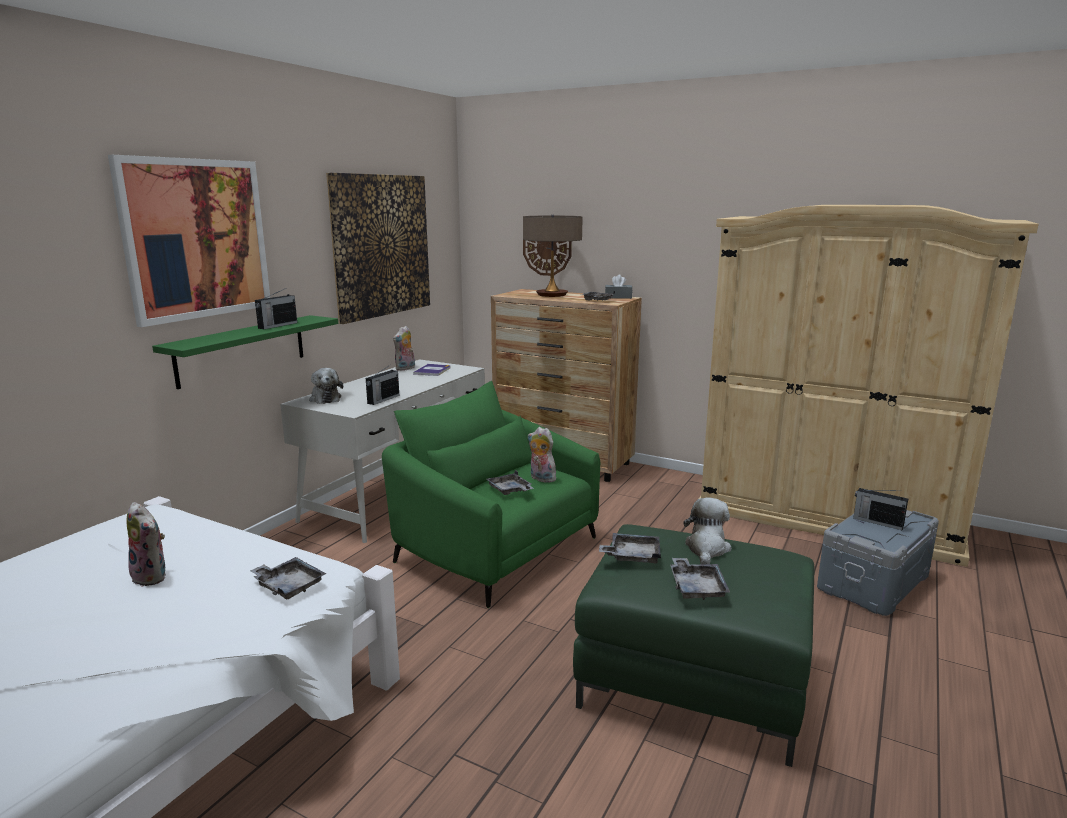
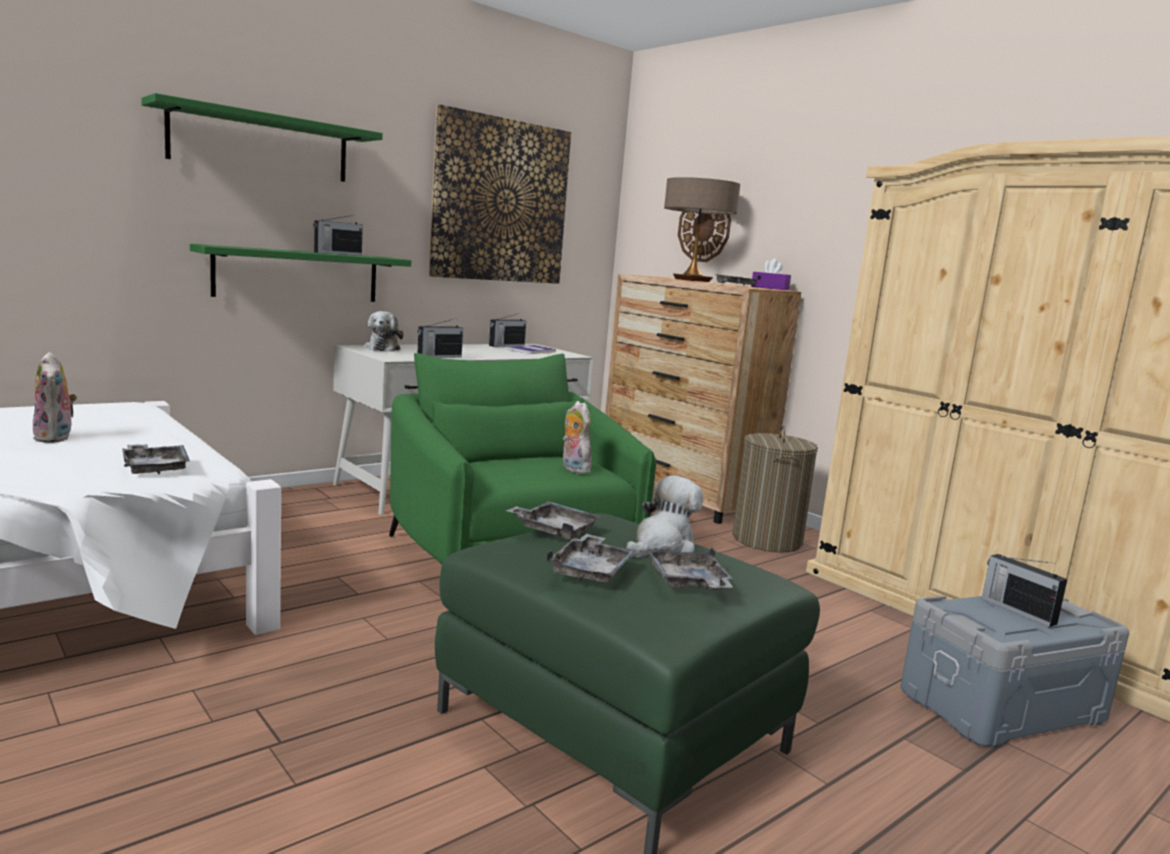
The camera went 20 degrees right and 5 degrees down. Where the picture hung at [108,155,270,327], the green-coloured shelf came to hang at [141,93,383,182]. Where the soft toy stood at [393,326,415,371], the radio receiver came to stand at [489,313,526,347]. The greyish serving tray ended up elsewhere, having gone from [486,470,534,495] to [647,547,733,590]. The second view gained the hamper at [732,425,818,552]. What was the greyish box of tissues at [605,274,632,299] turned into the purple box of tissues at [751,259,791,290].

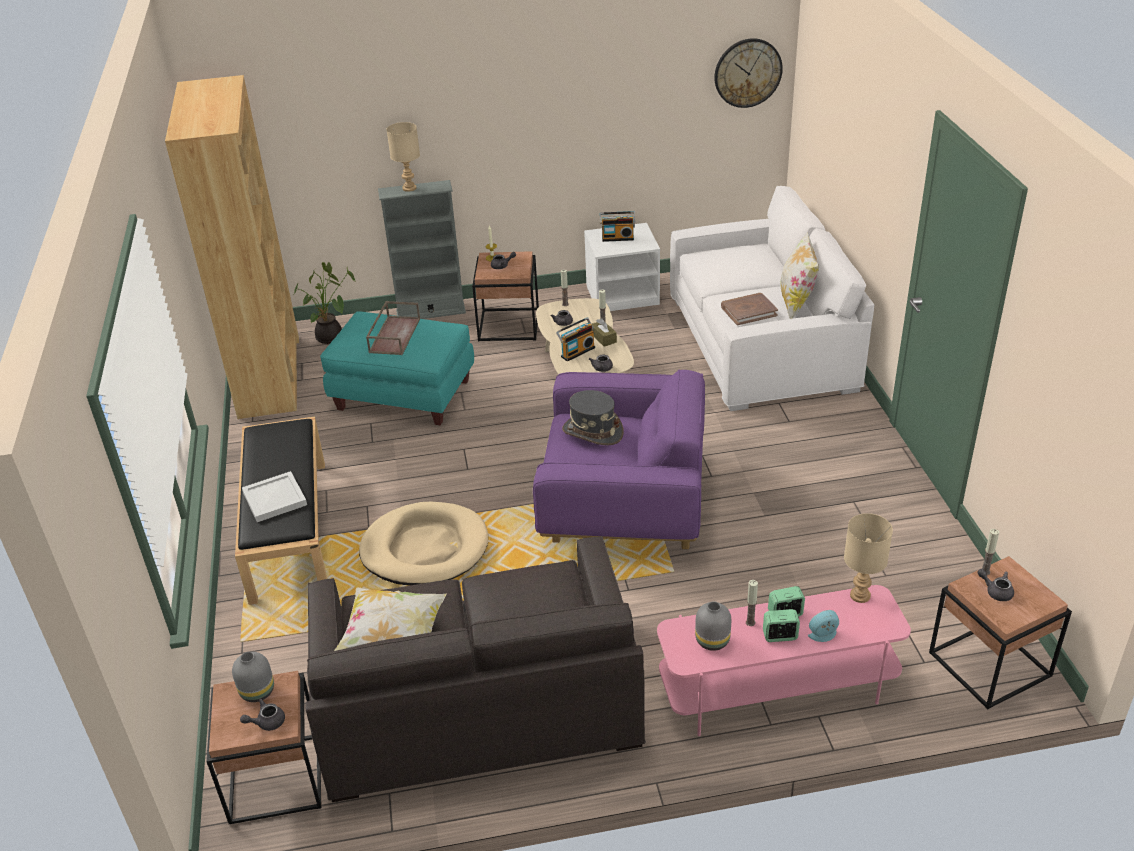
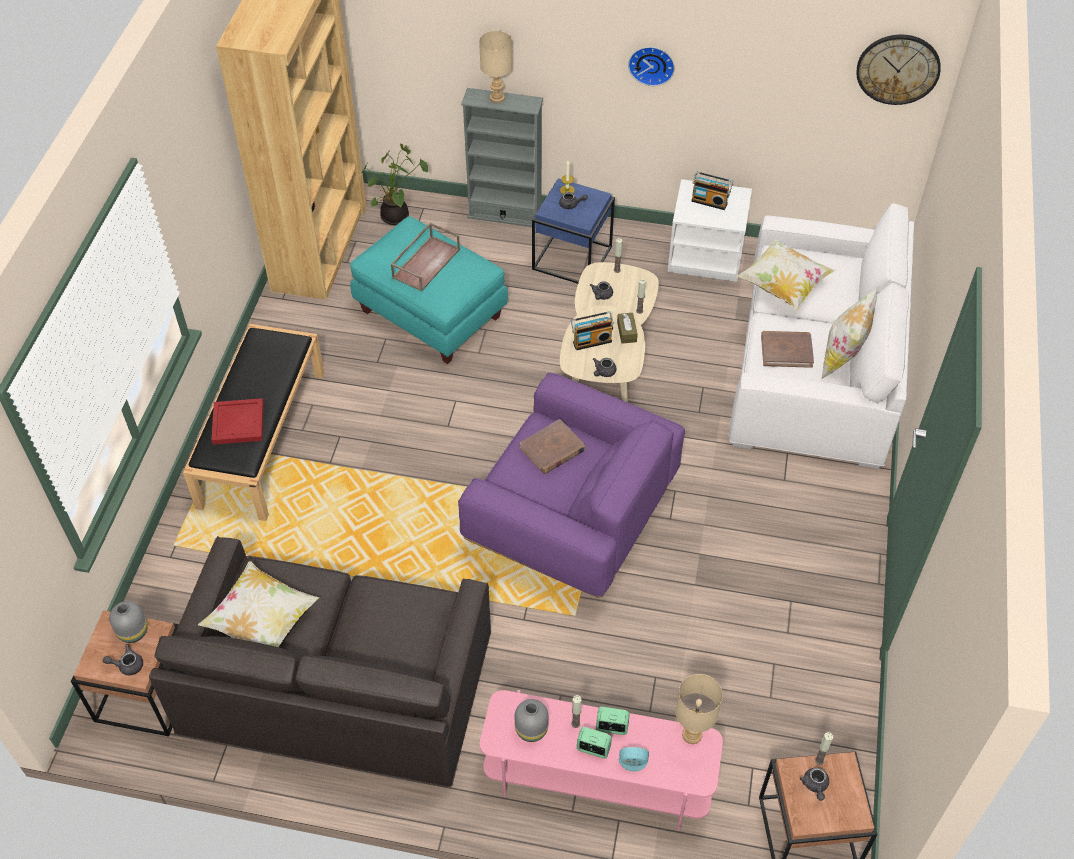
The camera went 20 degrees right and 15 degrees up. What was the white serving tray at [242,471,307,522] turned into the red-coloured serving tray at [212,398,264,445]. Where the greyish clothing hat stood at [562,390,624,445], the brown book came to stand at [520,419,586,474]. What was the brown side table at [472,251,539,342] turned into the blue-coloured side table at [532,178,615,284]. The second view gained the clock on the wall at [628,47,675,86]. The second view gained the throw pillow at [737,239,835,310]. The greyish tea pot at [977,569,1014,601] ended up facing another way, 150 degrees counterclockwise from before. The second view lost the sand-coloured dog bed at [359,502,488,585].

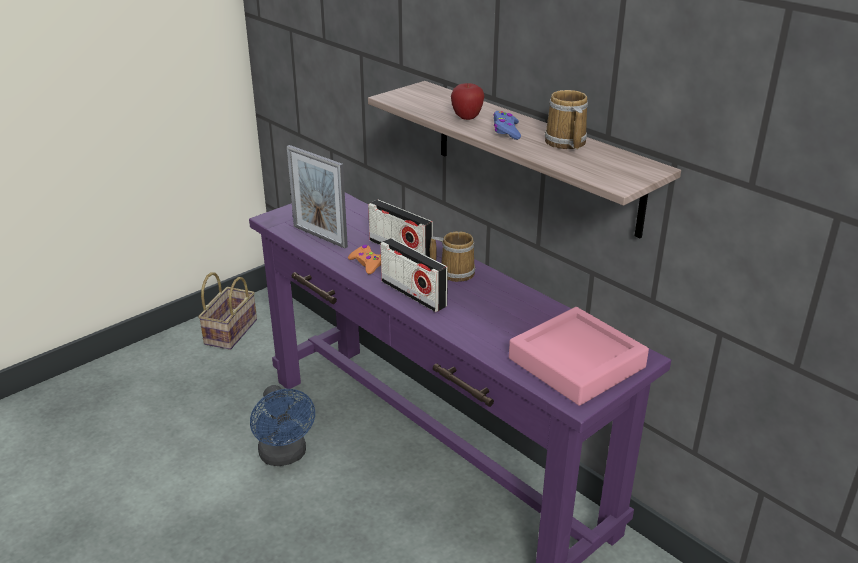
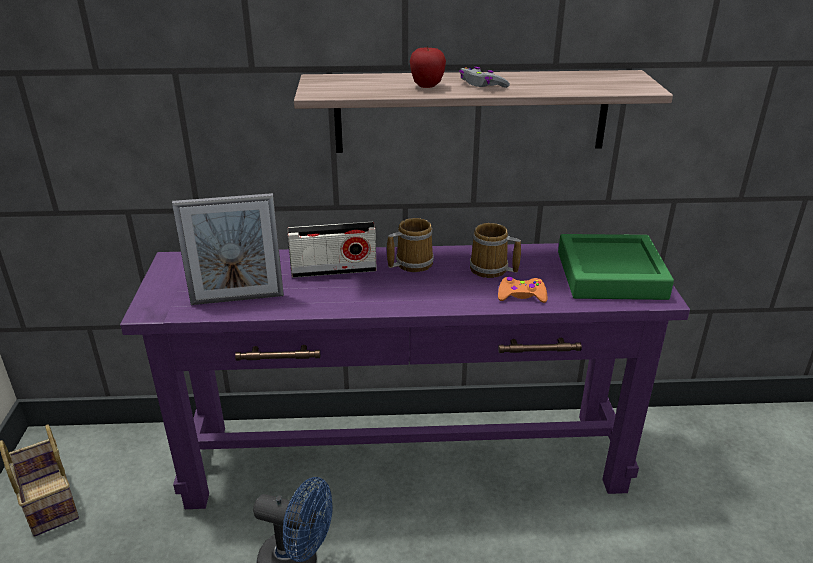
The camera went 50 degrees left and 0 degrees up. What was the blue-coloured game controller at [493,111,521,140] turned into the greyish game controller at [459,67,510,88]. The tea mug ended up elsewhere, having gone from [545,90,588,149] to [470,223,521,278]. The orange game controller ended up elsewhere, having gone from [348,245,381,274] to [498,277,548,303]. What was the pinkish serving tray at [509,307,649,406] turned into the green-coloured serving tray at [558,234,674,300]. The second view lost the radio receiver at [380,238,448,312].

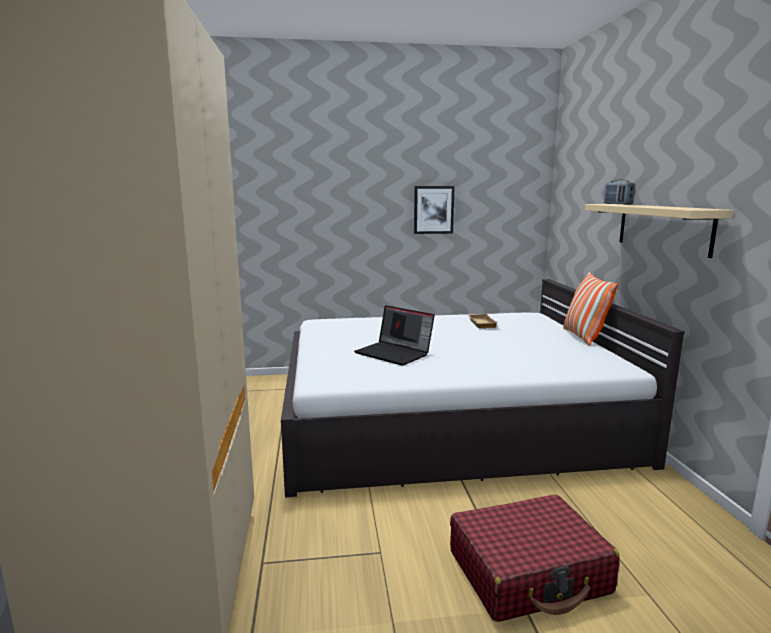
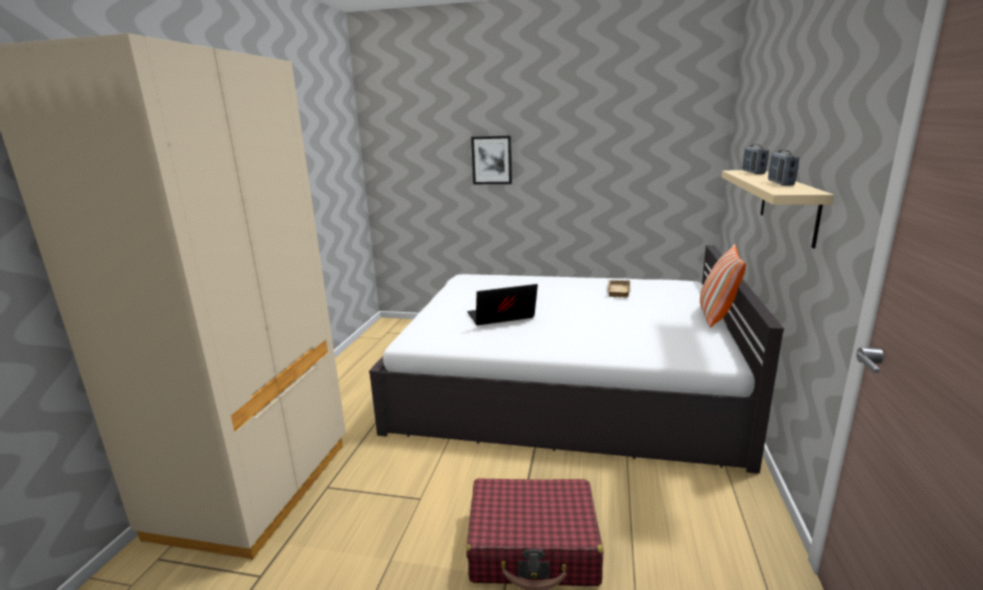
The camera went 20 degrees right and 5 degrees up. The portable computer at [354,305,435,366] ended up facing another way, 105 degrees clockwise from before. The picture ended up elsewhere, having gone from [414,186,455,234] to [471,136,512,184]. The second view gained the radio receiver at [768,149,799,186].

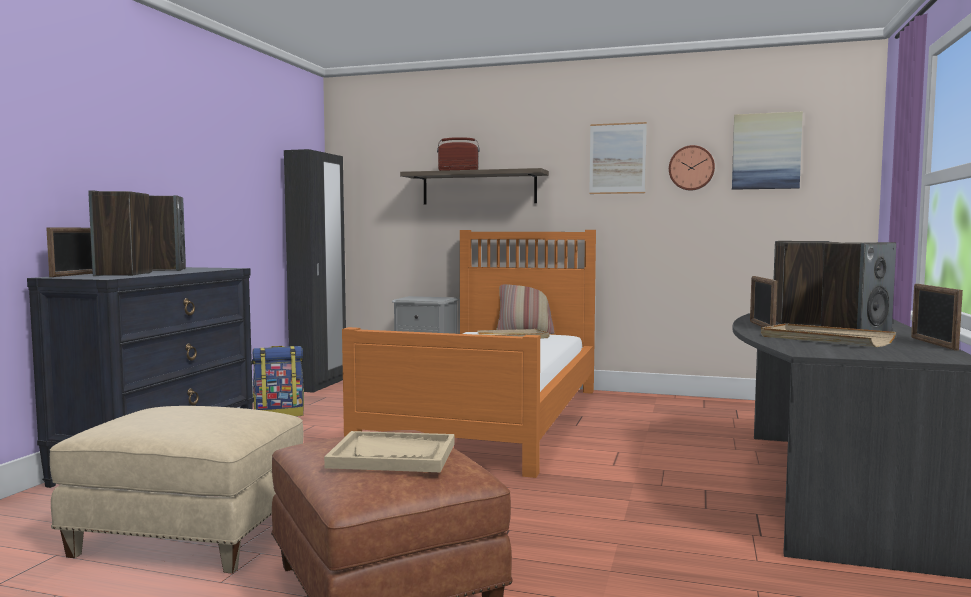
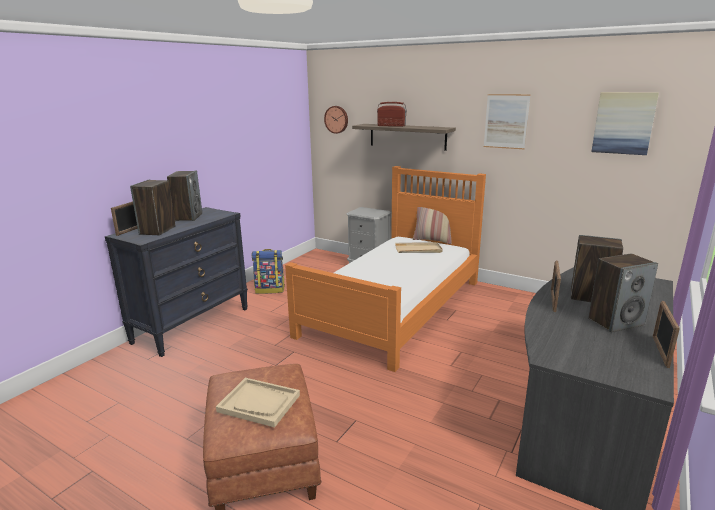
The camera went 15 degrees right and 15 degrees up. The clock on the wall ended up elsewhere, having gone from [669,145,715,191] to [324,106,348,134]. The second view lost the sand-coloured ottoman at [50,406,303,574]. The second view lost the black-coloured armoire at [284,149,346,393]. The second view lost the sand-coloured serving tray at [761,323,896,347].

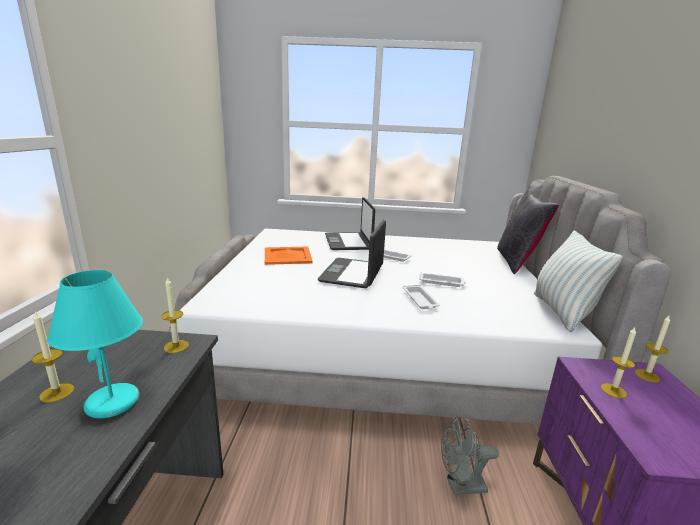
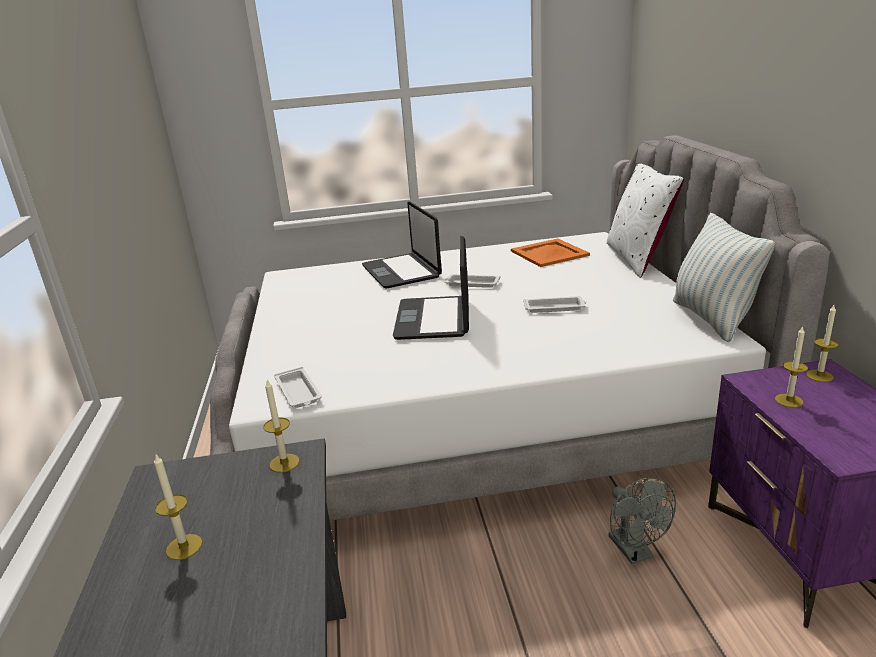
The camera went 10 degrees left and 5 degrees up. The white serving tray ended up elsewhere, having gone from [403,285,440,309] to [274,367,322,408]. The orange serving tray ended up elsewhere, having gone from [265,247,313,265] to [511,238,590,267]. What was the black-coloured throw pillow at [497,194,559,274] turned into the white throw pillow at [607,164,684,278]. The greyish fan at [441,417,499,495] ended up facing another way, 90 degrees counterclockwise from before. The second view lost the turquoise table lamp at [47,270,143,419].

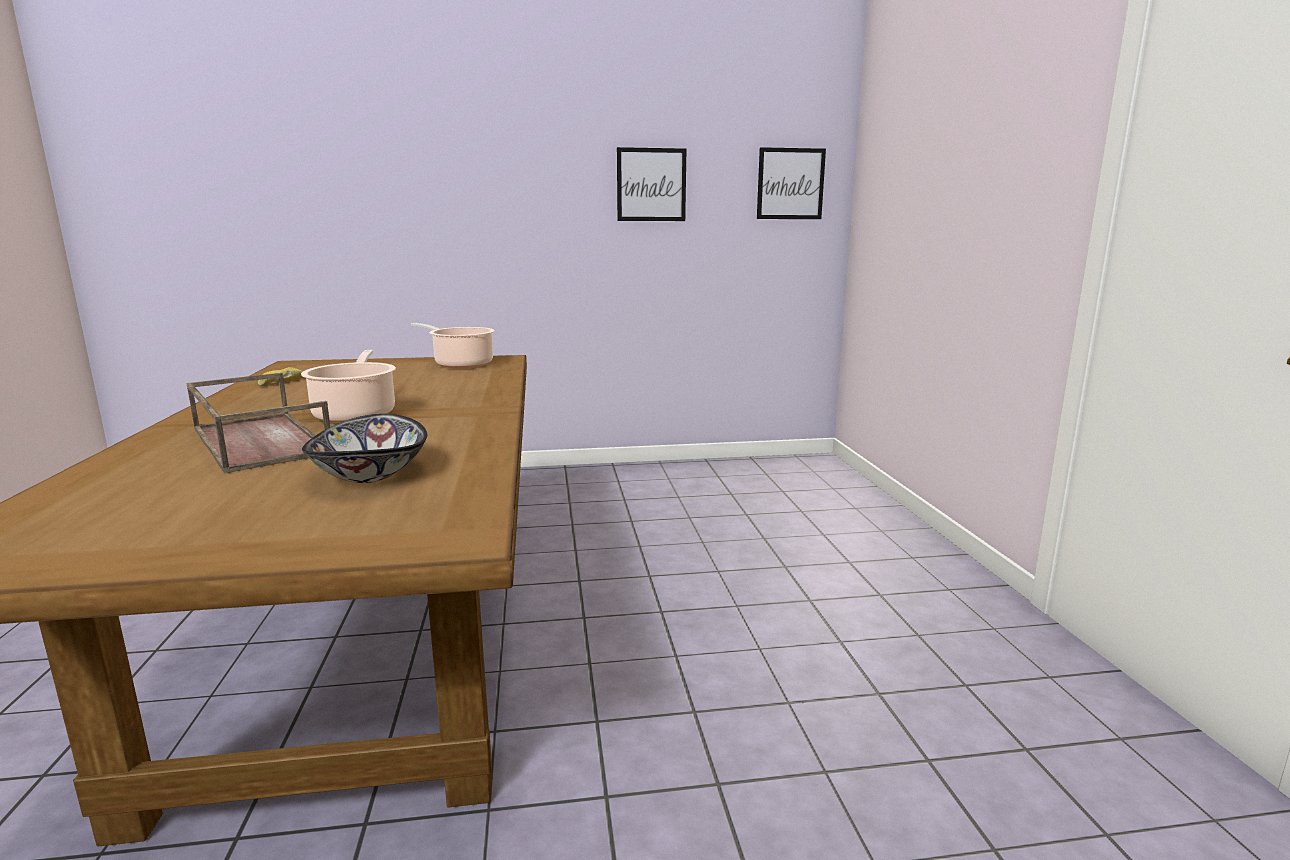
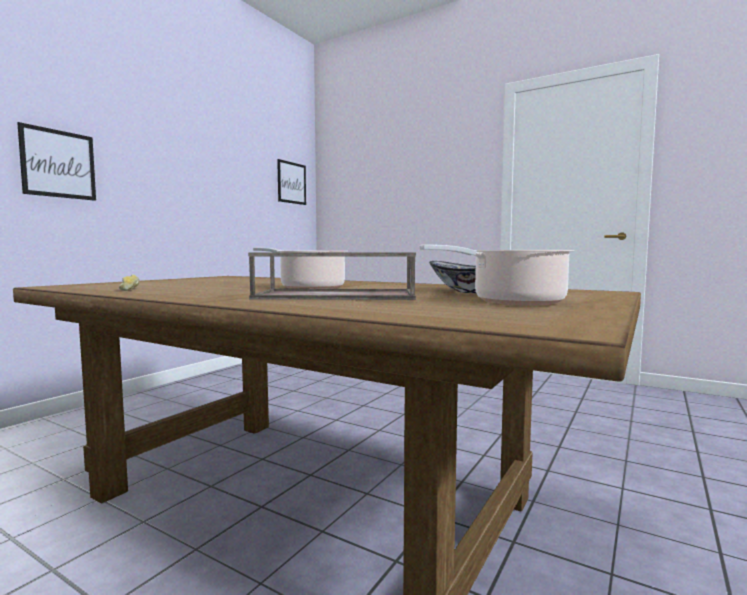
The camera went 50 degrees left and 10 degrees down. The picture ended up elsewhere, having gone from [617,147,686,221] to [17,122,96,201]. The saucepot ended up elsewhere, having gone from [411,323,495,368] to [420,244,575,306].

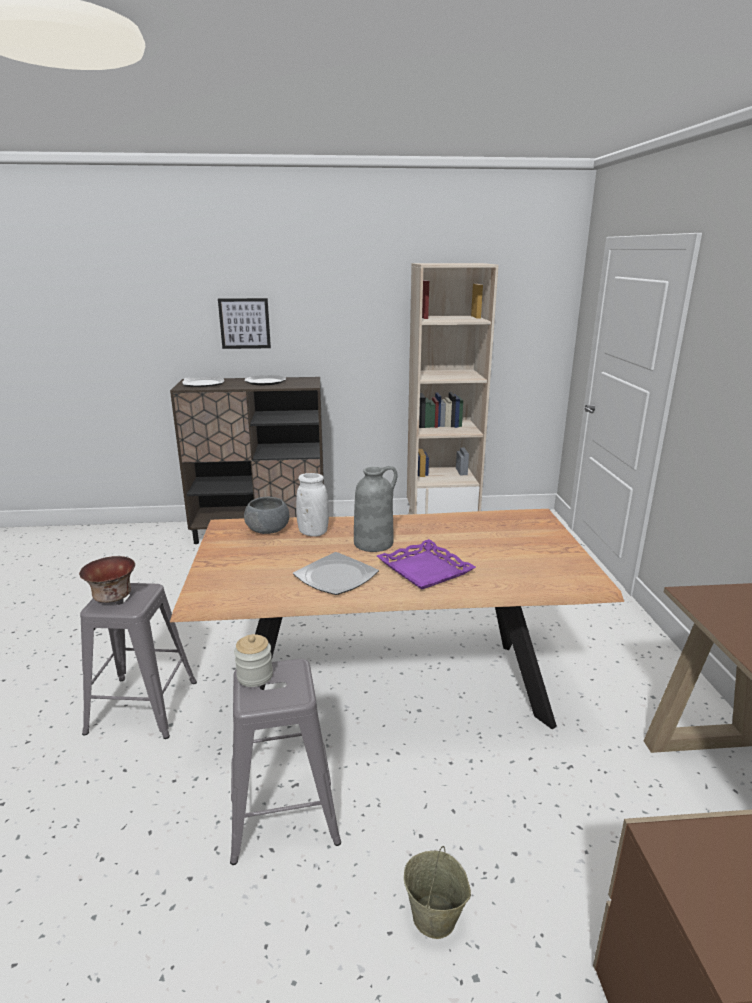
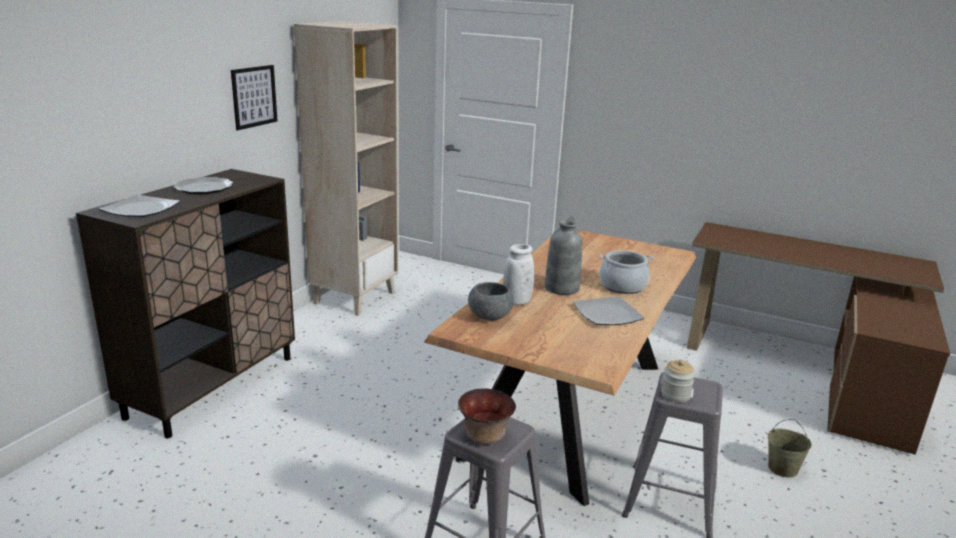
The camera went 60 degrees left and 0 degrees up. The picture ended up elsewhere, having gone from [218,298,271,349] to [231,65,278,130]. Where the purple serving tray stood at [377,539,476,590], the saucepot came to stand at [599,250,654,294].

